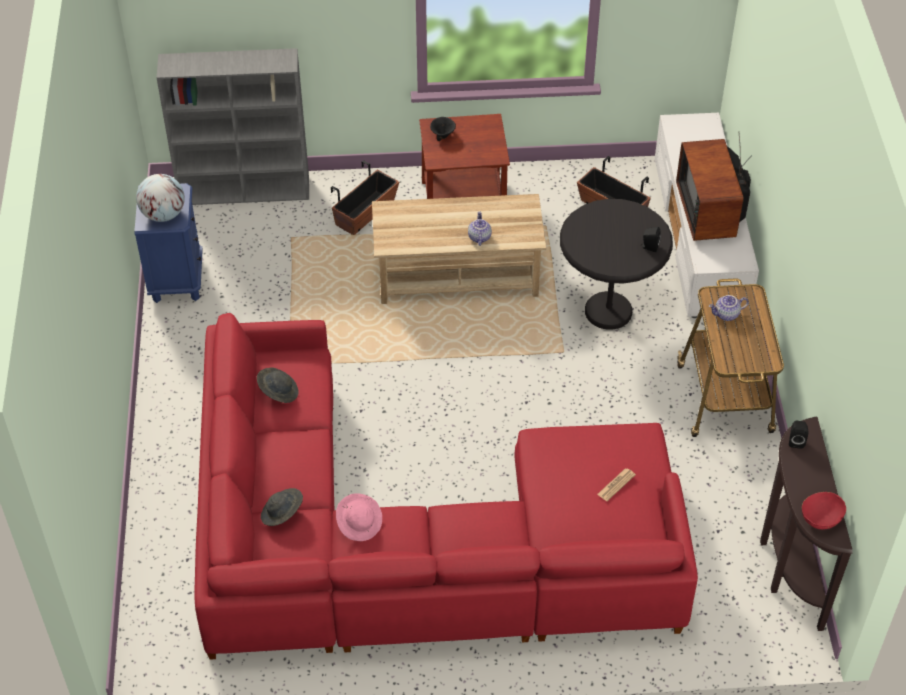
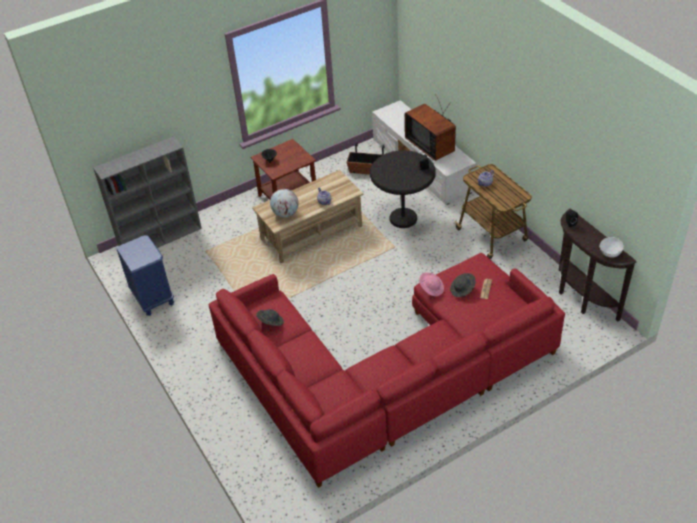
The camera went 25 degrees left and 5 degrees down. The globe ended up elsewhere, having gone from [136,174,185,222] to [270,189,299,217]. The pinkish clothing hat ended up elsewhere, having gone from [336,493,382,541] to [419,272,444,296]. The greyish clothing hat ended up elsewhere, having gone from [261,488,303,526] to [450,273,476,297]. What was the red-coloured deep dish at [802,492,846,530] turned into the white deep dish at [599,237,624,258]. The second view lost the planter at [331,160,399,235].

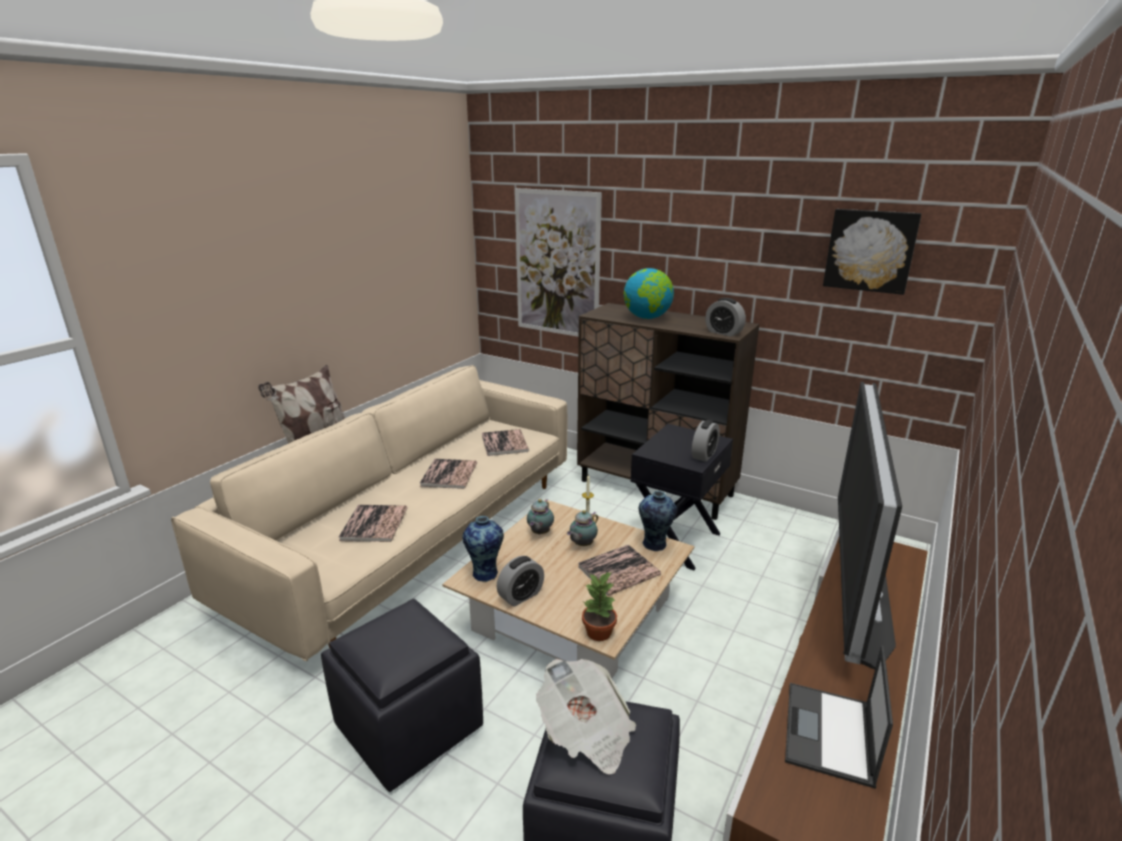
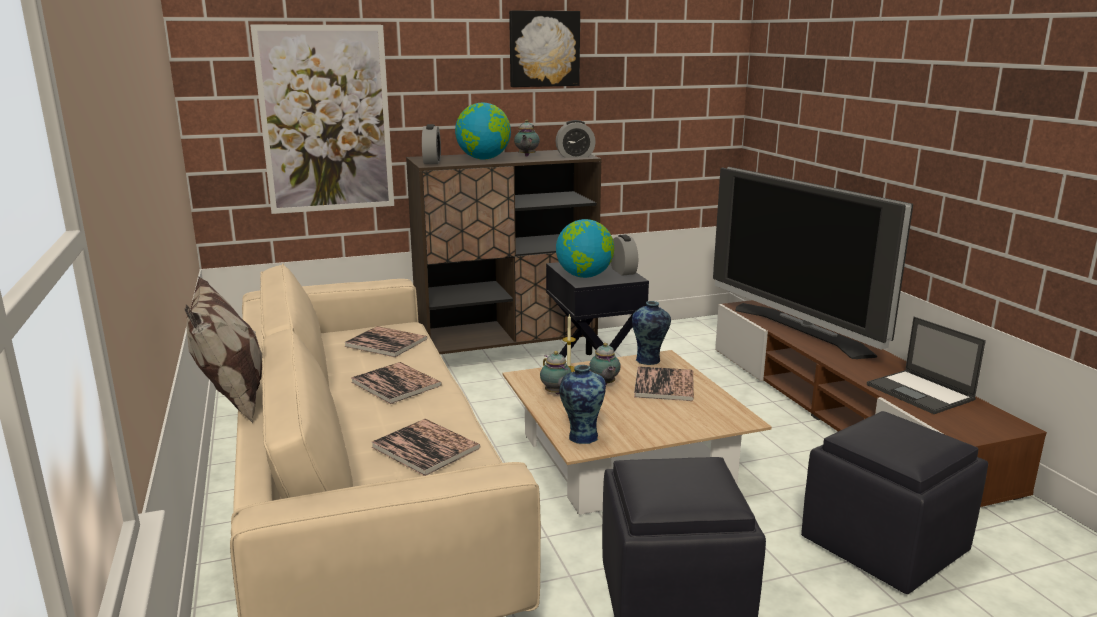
The camera went 50 degrees left and 5 degrees down. The bedside clock ended up elsewhere, having gone from [497,556,544,607] to [422,124,441,164]. The picture ended up elsewhere, having gone from [823,209,922,295] to [509,10,580,87]. The second view gained the tea pot at [514,120,540,157]. The second view gained the globe at [556,219,614,278]. The second view lost the newspaper at [536,659,636,775]. The second view lost the potted plant at [582,573,617,641].

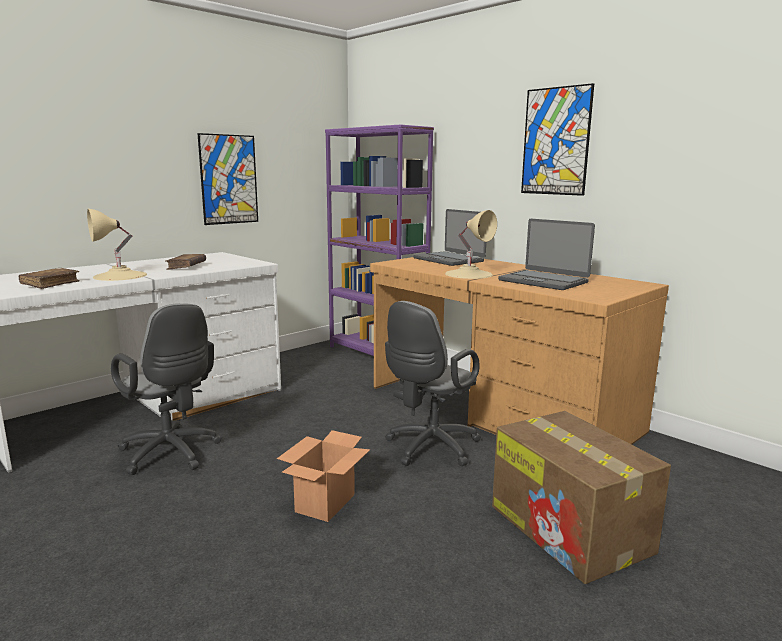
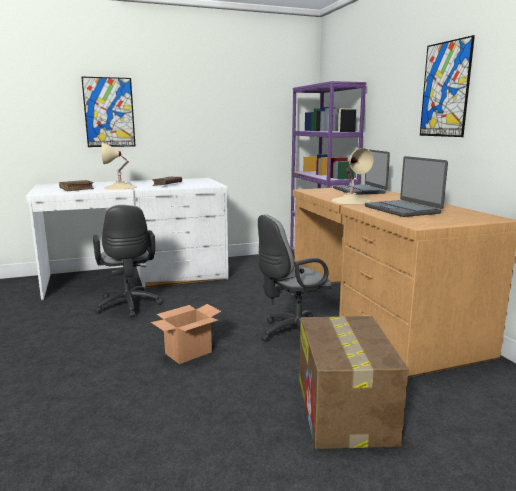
The camera went 25 degrees right and 0 degrees up. The picture ended up elsewhere, having gone from [197,133,258,225] to [81,77,136,147].

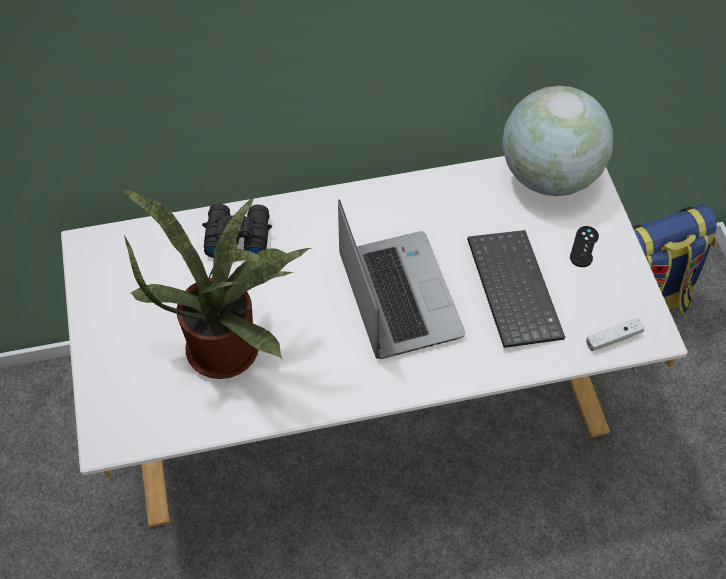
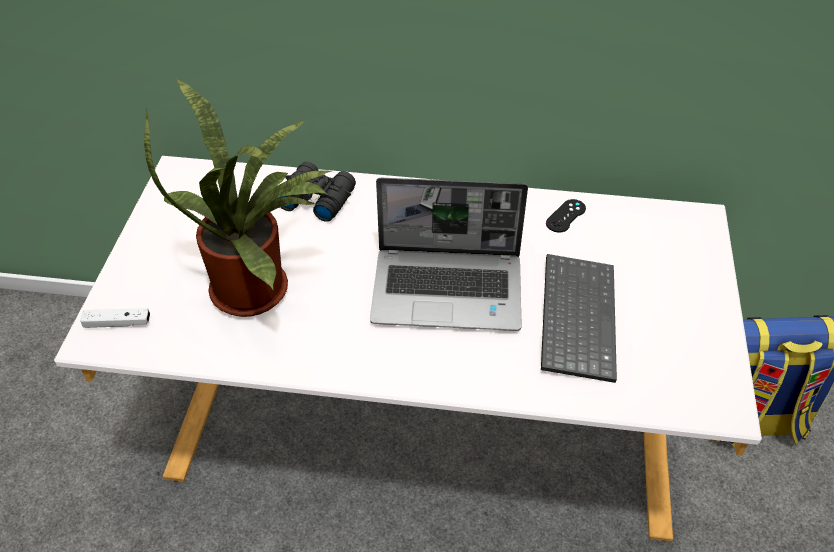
The camera went 20 degrees right and 10 degrees down. The white game controller ended up elsewhere, having gone from [586,318,644,351] to [80,308,150,328]. The portable computer at [338,199,465,359] ended up facing another way, 90 degrees clockwise from before. The black-coloured game controller ended up elsewhere, having gone from [570,226,599,267] to [546,199,586,232]. The second view lost the globe at [502,86,613,196].

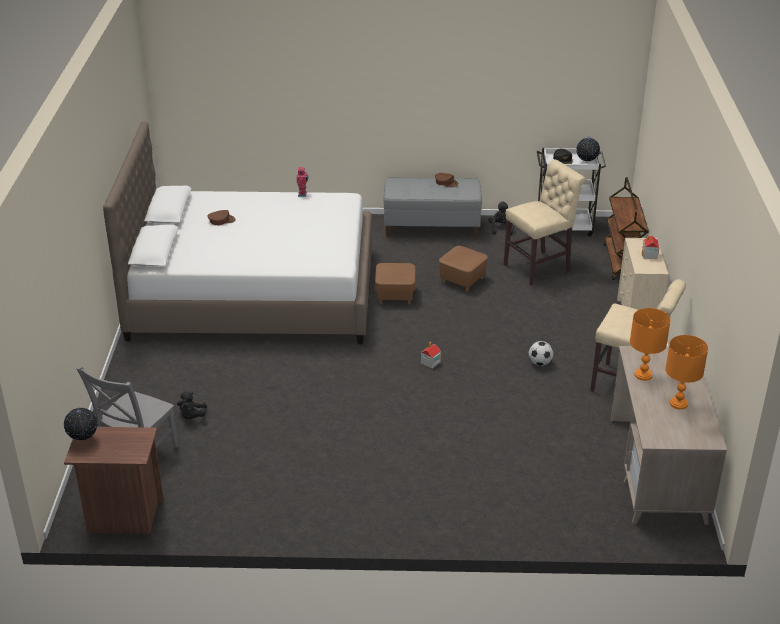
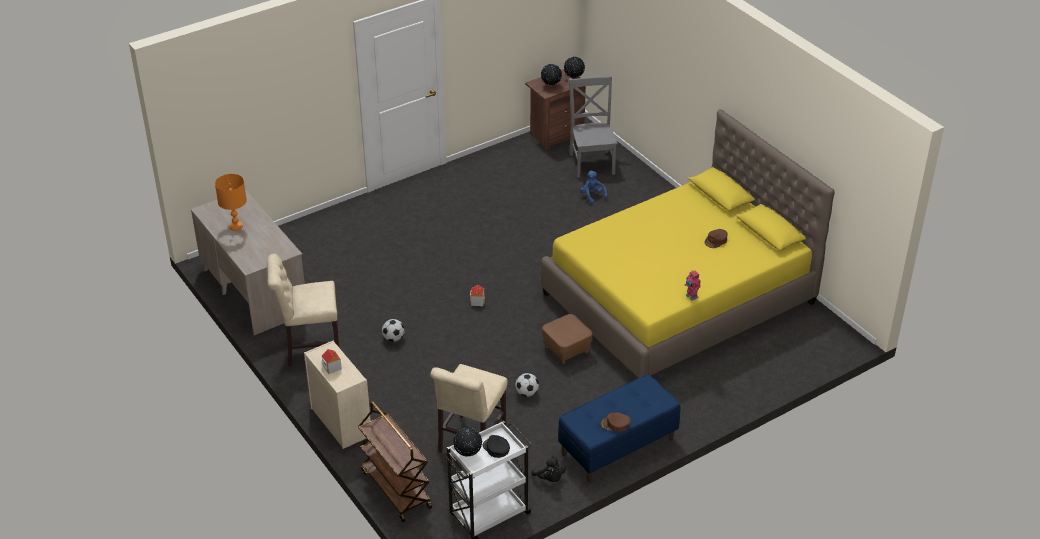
The camera went 145 degrees right and 5 degrees up. Where the brown ottoman stood at [439,246,488,291], the football came to stand at [515,373,539,397]. The second view gained the globe at [541,64,562,87]. What was the white bedroom bed at [103,121,372,344] turned into the yellowish bedroom bed at [541,109,835,378]. What was the greyish indoor bench at [384,177,482,238] turned into the blue-coloured indoor bench at [558,374,681,482]. What was the black-coloured soft toy at [177,392,207,419] turned into the blue-coloured soft toy at [580,171,608,204]. The second view lost the orange table lamp at [630,308,671,381].

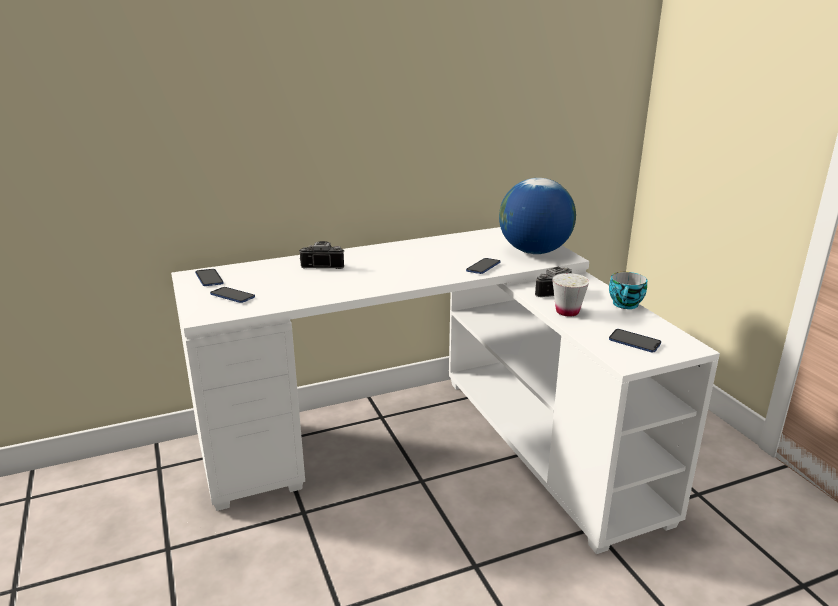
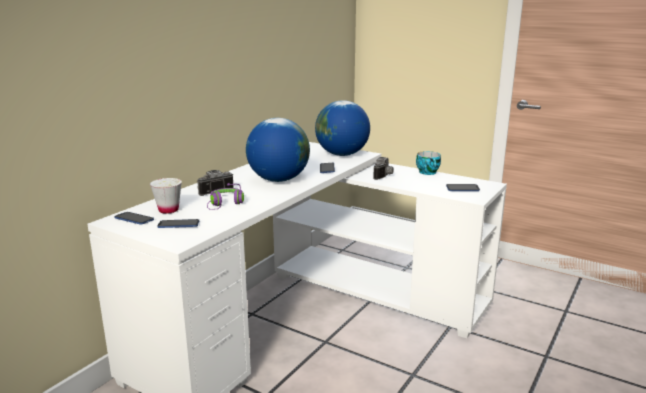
The camera went 35 degrees left and 5 degrees down. The white drinking cup ended up elsewhere, having gone from [552,273,589,316] to [150,178,182,214]. The second view gained the purple headset at [207,183,244,210]. The second view gained the globe at [246,118,310,182].

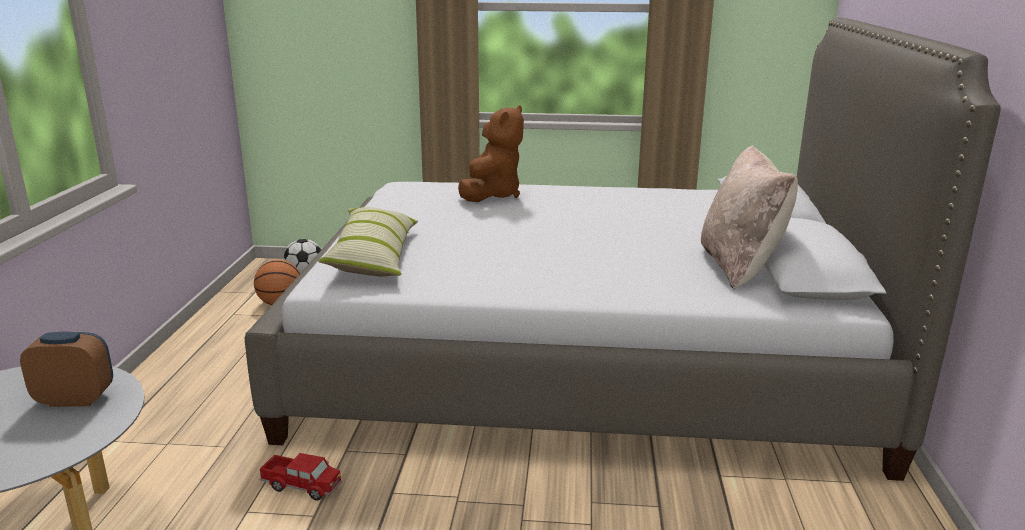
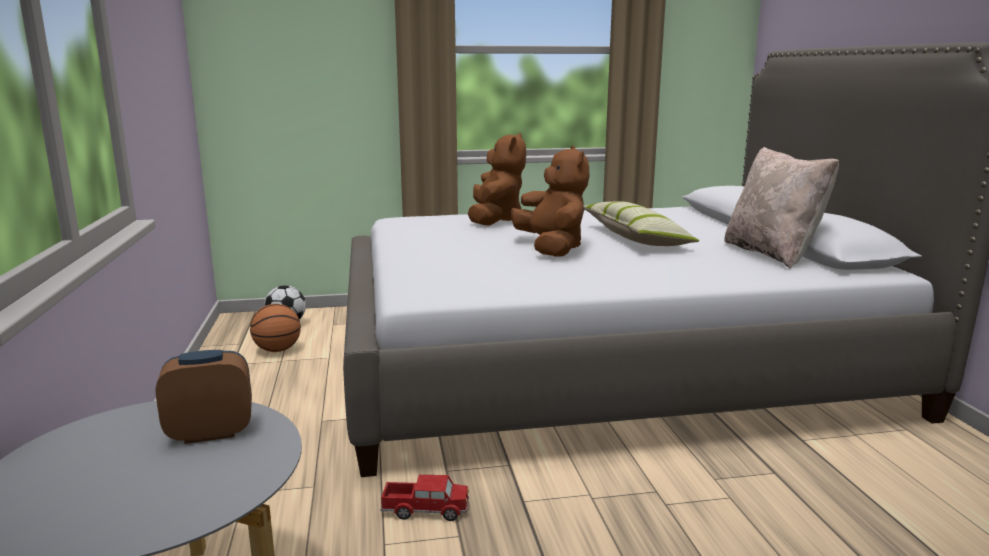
The camera went 15 degrees left and 5 degrees down. The second view gained the brown soft toy at [511,146,589,257]. The throw pillow ended up elsewhere, having gone from [318,207,418,276] to [584,201,699,246].

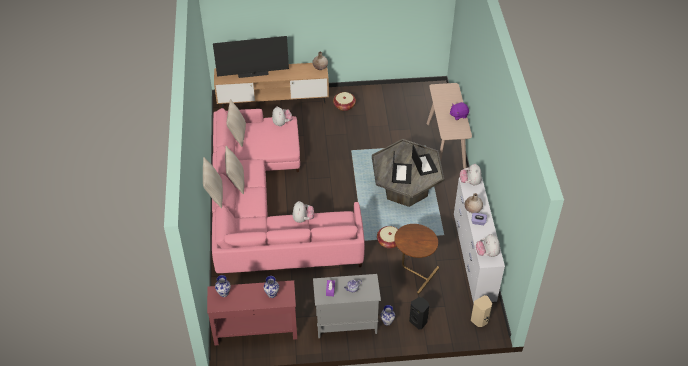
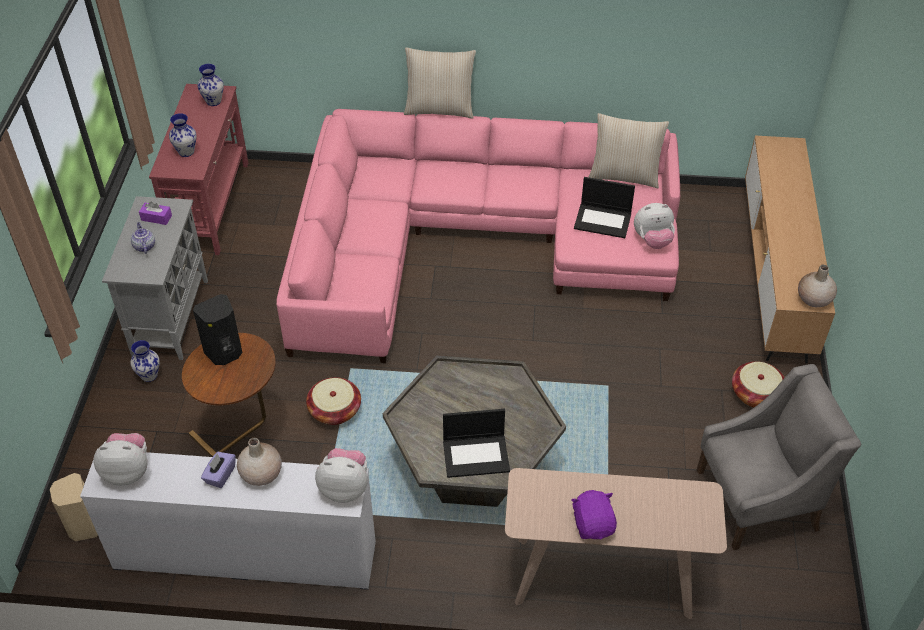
The camera went 100 degrees right and 0 degrees up. The black-coloured audio speaker ended up elsewhere, having gone from [409,297,429,329] to [193,294,243,365]. The portable computer ended up elsewhere, having gone from [392,151,412,184] to [574,177,635,238]. The second view gained the greyish armchair at [697,364,861,550]. The second view lost the television at [213,36,289,78]. The second view lost the sand-coloured throw pillow at [225,146,244,195]. The second view lost the soft toy at [293,201,314,223].

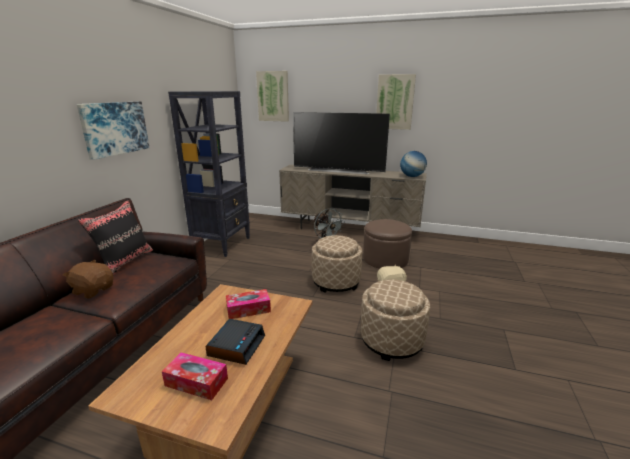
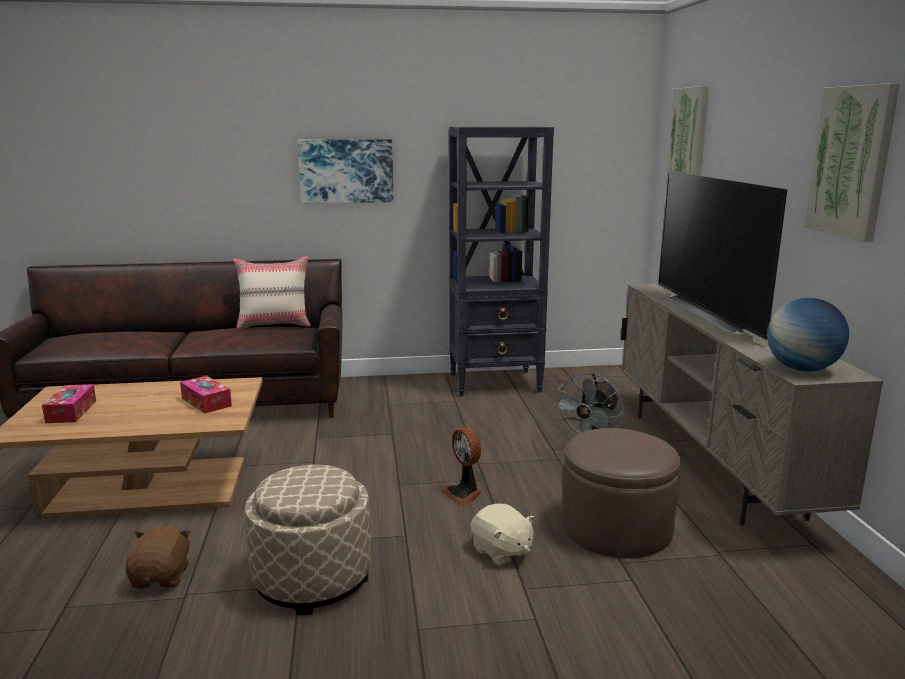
The camera went 65 degrees right and 5 degrees down. The brown soft toy ended up elsewhere, having gone from [63,260,113,299] to [126,526,191,588]. What was the black-coloured throw pillow at [78,200,153,274] turned into the sand-coloured throw pillow at [234,256,310,330]. Where the sand-coloured ottoman stood at [311,235,362,293], the fan came to stand at [442,427,482,505]. The second view lost the bedside clock at [205,319,265,365].

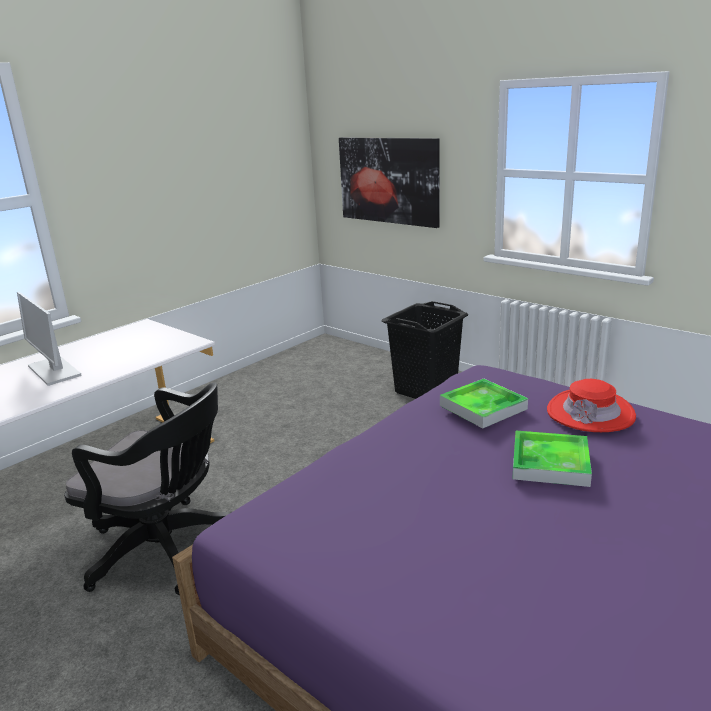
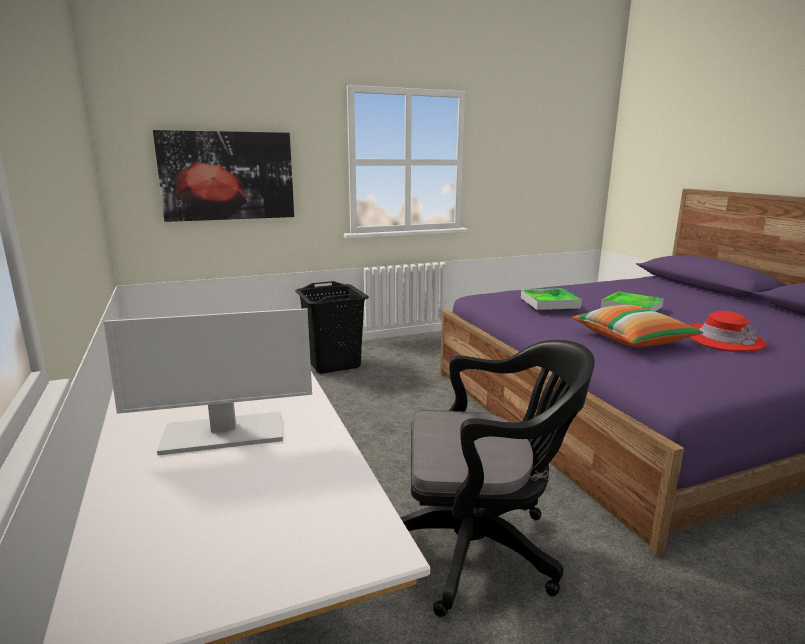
The camera went 65 degrees left and 5 degrees down. The black-coloured desk chair at [64,383,231,595] ended up facing another way, 45 degrees clockwise from before. The second view gained the throw pillow at [572,305,703,347]. The red-coloured clothing hat ended up elsewhere, having gone from [547,379,636,432] to [689,311,767,352].

